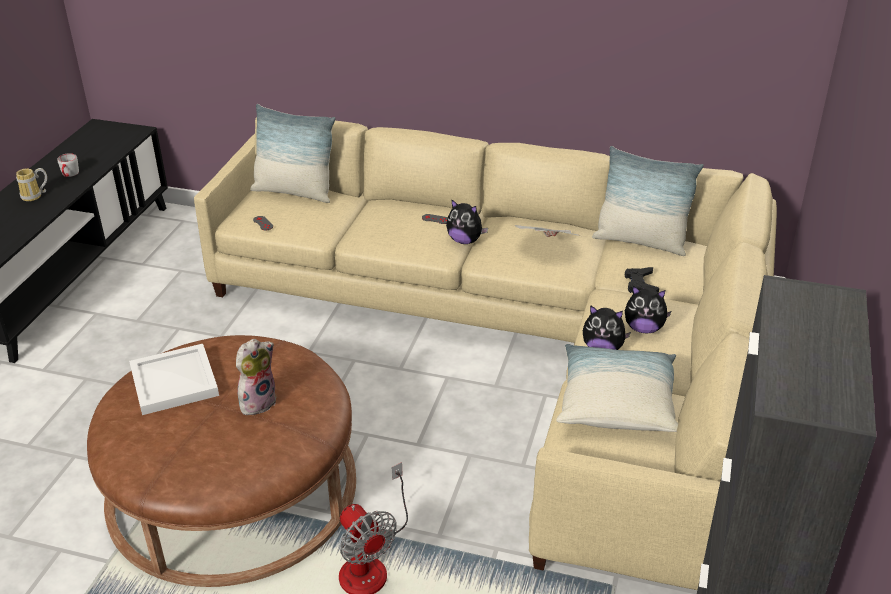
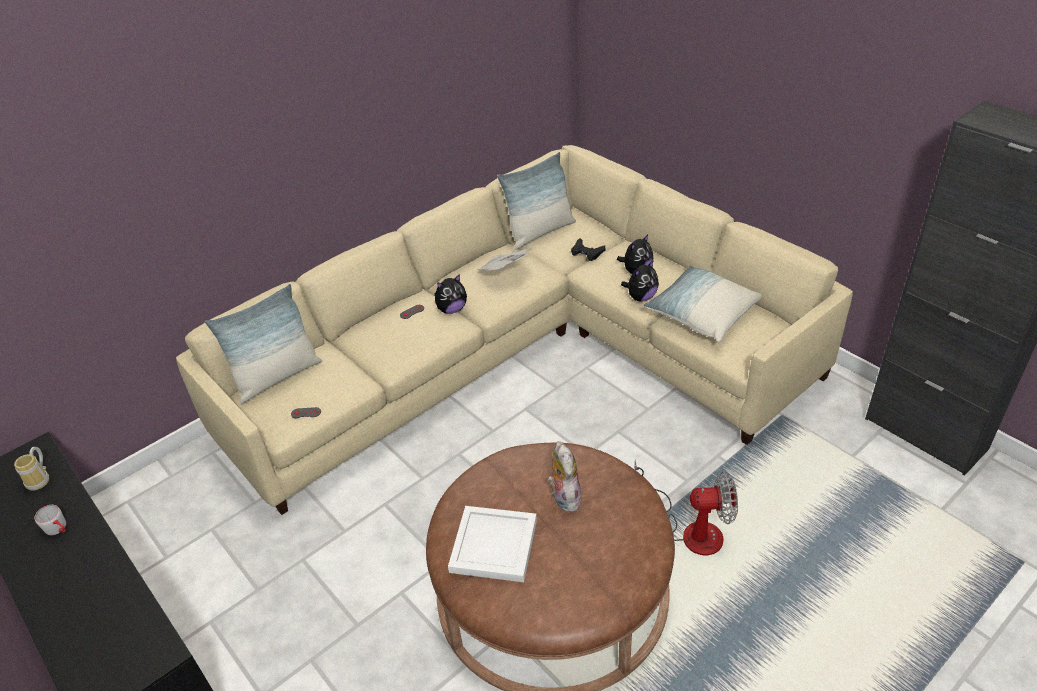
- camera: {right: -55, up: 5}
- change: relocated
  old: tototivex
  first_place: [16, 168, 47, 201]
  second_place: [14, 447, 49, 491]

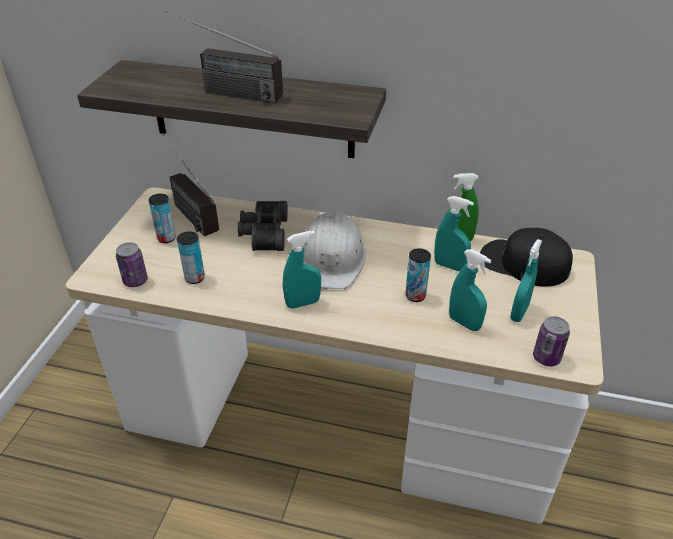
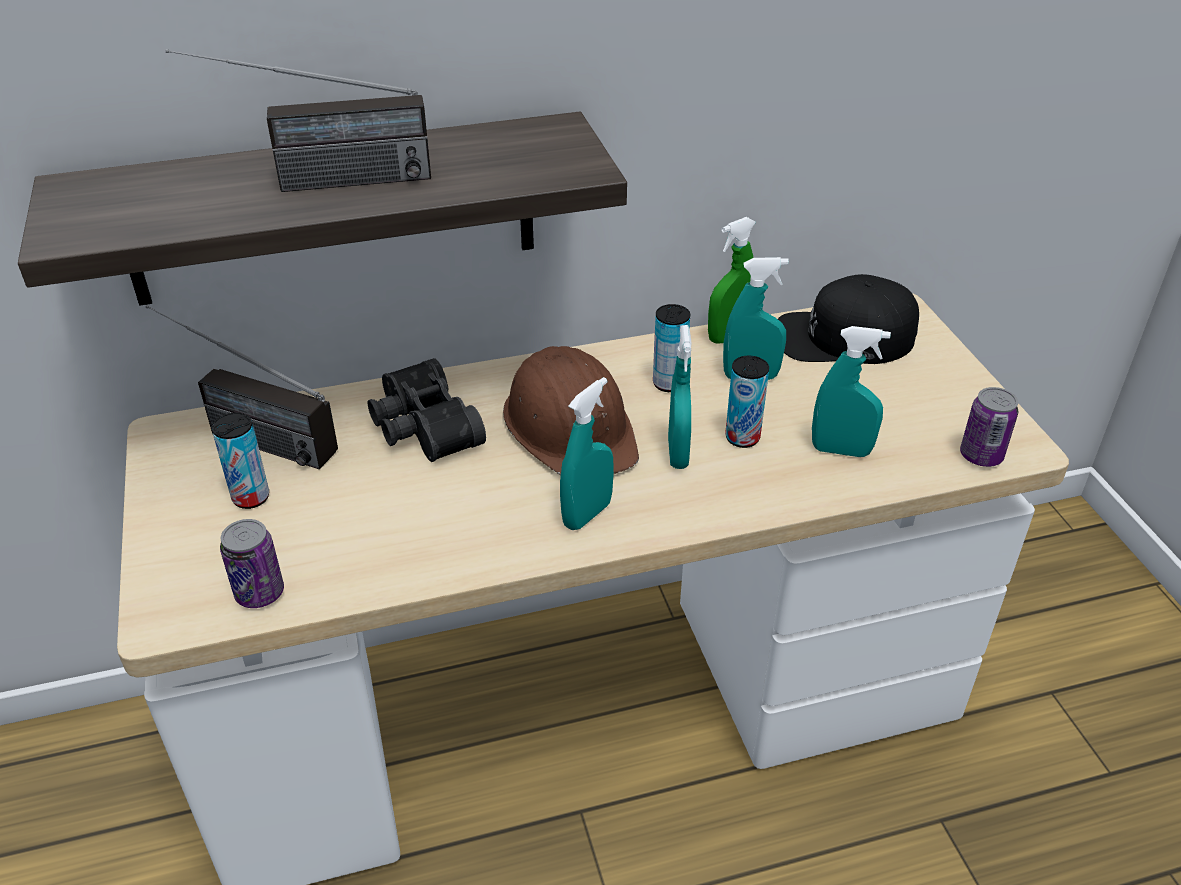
- camera: {right: -30, up: 0}
- change: colour
  old: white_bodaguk
  new: brown_bodaguk
  first_place: [302, 212, 366, 289]
  second_place: [503, 346, 639, 475]
- change: relocated
  old: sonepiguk
  first_place: [177, 231, 205, 284]
  second_place: [653, 304, 690, 392]
- change: relocated
  old: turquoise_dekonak
  first_place: [510, 239, 542, 322]
  second_place: [668, 325, 692, 469]

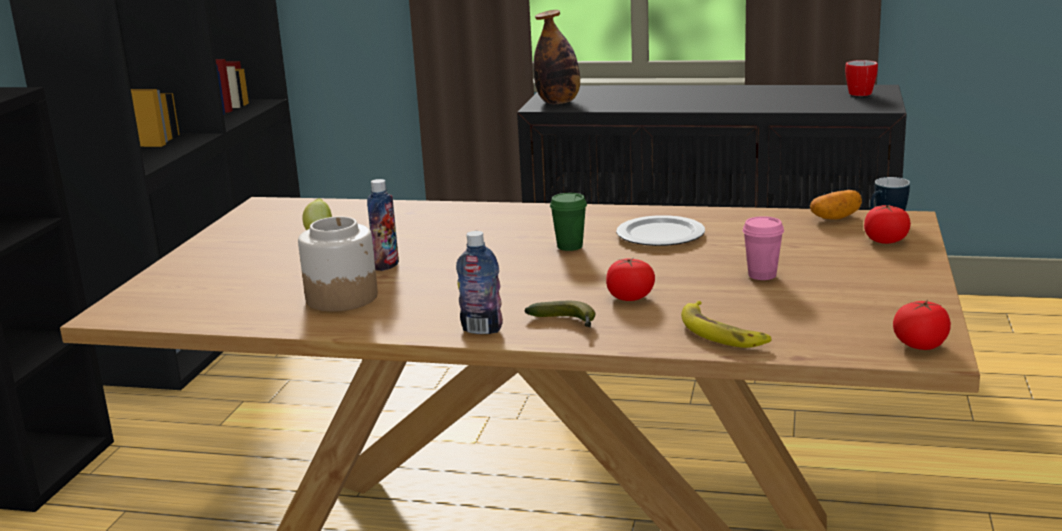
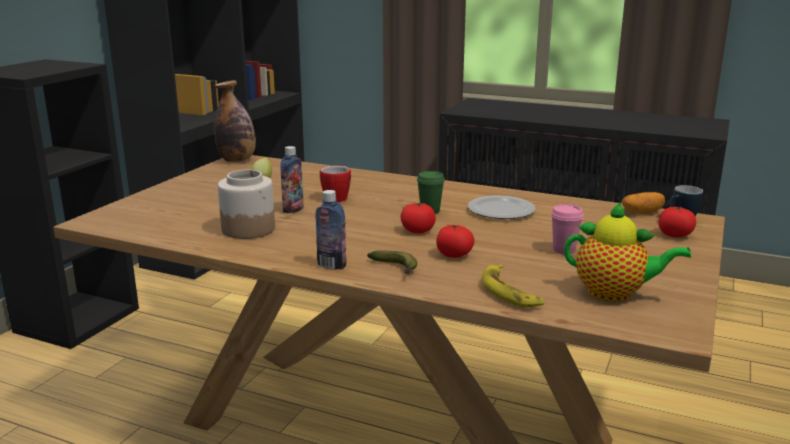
- camera: {right: 10, up: 0}
- change: relocated
  old: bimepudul
  first_place: [533, 10, 580, 104]
  second_place: [214, 80, 256, 162]
- change: relocated
  old: tototivex
  first_place: [845, 60, 878, 96]
  second_place: [320, 165, 351, 202]
- change: relocated
  old: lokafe
  first_place: [893, 300, 951, 350]
  second_place: [400, 203, 436, 233]
- change: appeared
  new: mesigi
  second_place: [564, 202, 691, 302]

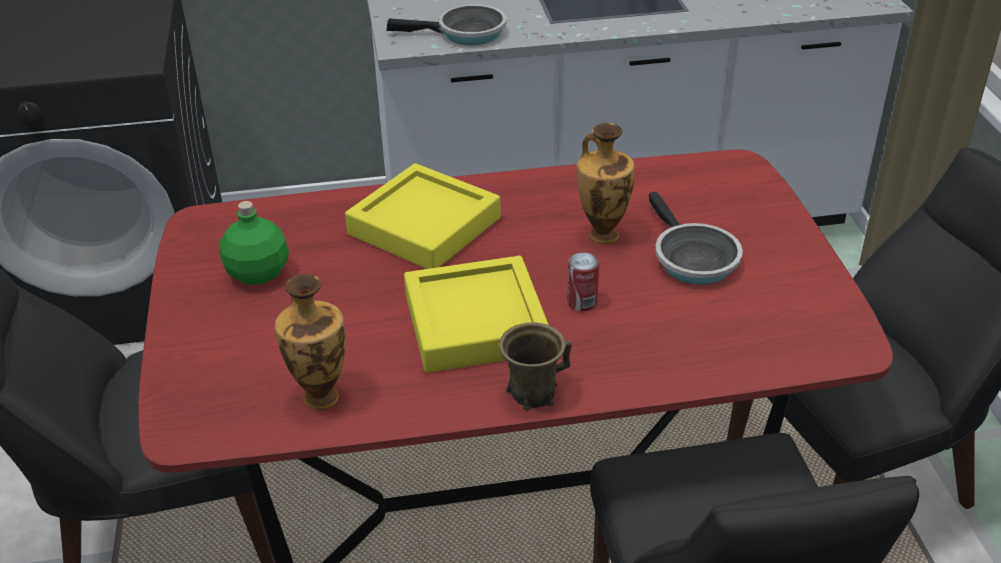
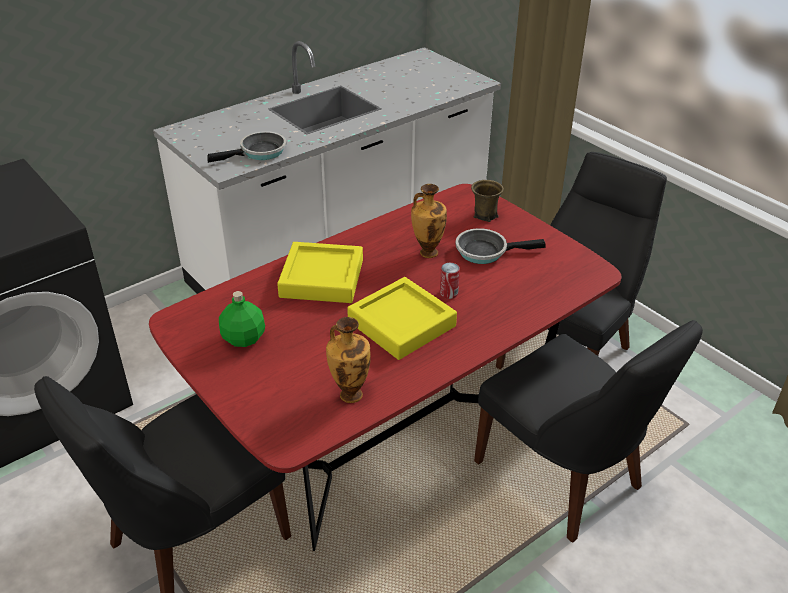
- camera: {right: -30, up: 0}
- change: spun
  old: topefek
  first_place: [649, 192, 743, 285]
  second_place: [455, 228, 545, 264]
  degrees: 135
- change: relocated
  old: brown_tototivex
  first_place: [499, 322, 572, 411]
  second_place: [471, 180, 504, 222]

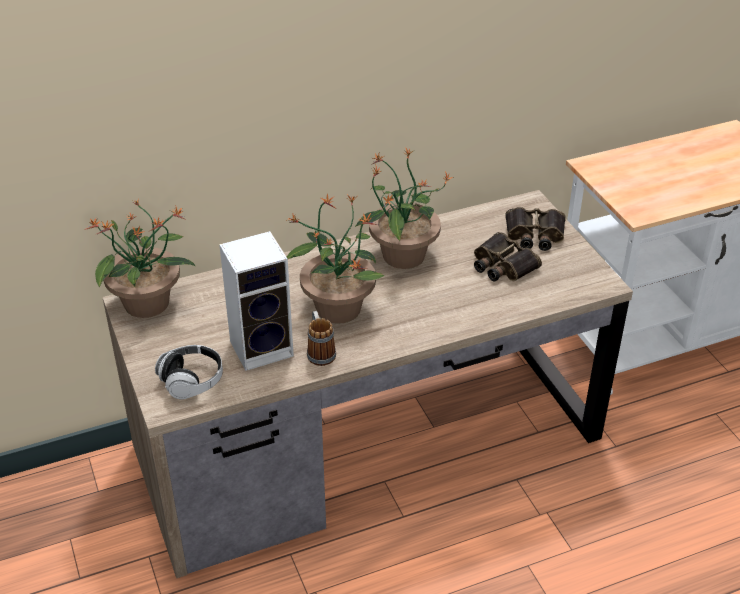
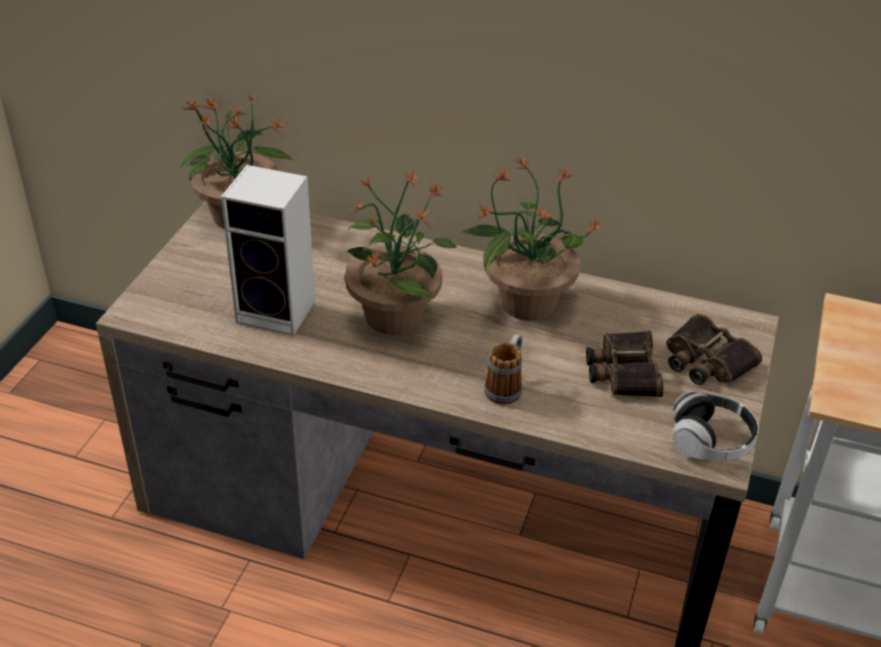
- camera: {right: 40, up: 0}
- change: relocated
  old: tototivex
  first_place: [307, 311, 336, 366]
  second_place: [484, 334, 522, 404]
- change: relocated
  old: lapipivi
  first_place: [155, 345, 223, 399]
  second_place: [672, 391, 759, 461]

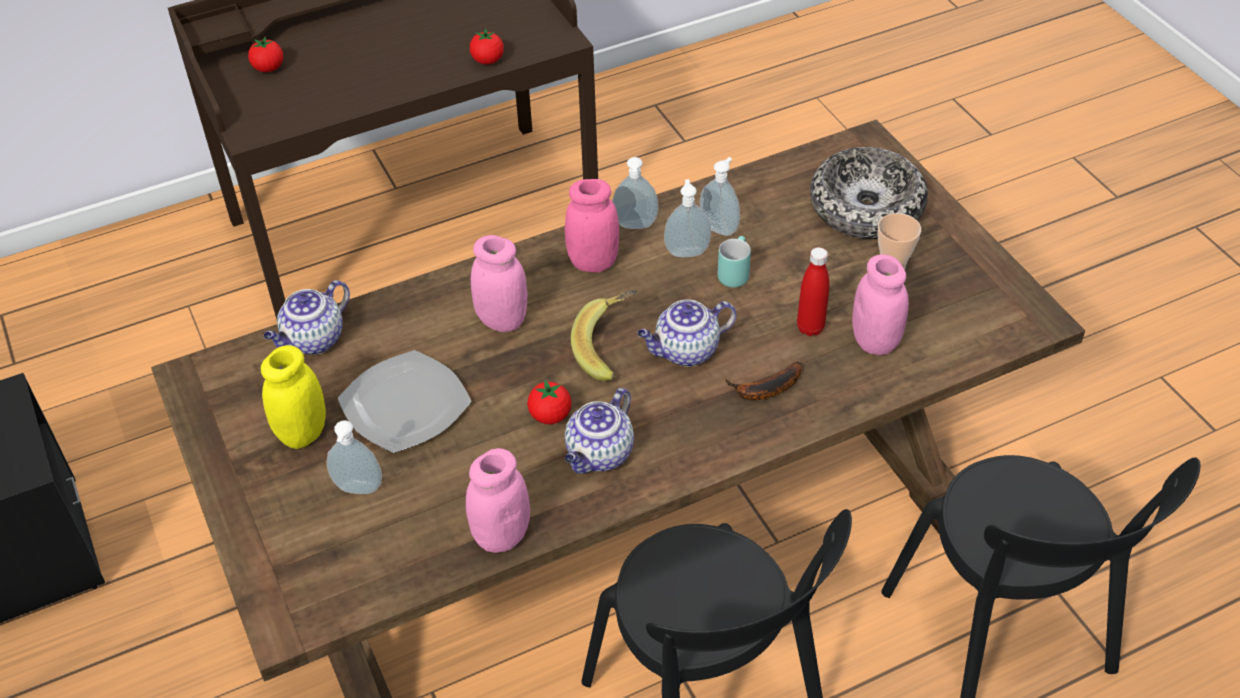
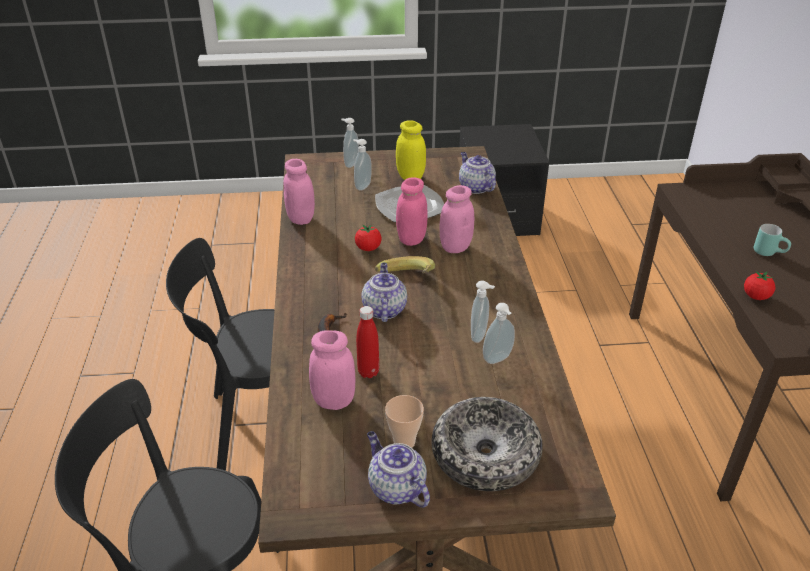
- camera: {right: 110, up: -10}
- change: missing
  old: lokafe
  first_place: [248, 36, 283, 72]
- change: relocated
  old: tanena
  first_place: [613, 157, 659, 229]
  second_place: [341, 118, 359, 168]
- change: relocated
  old: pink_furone
  first_place: [565, 179, 619, 272]
  second_place: [396, 177, 427, 246]
- change: relocated
  old: turquoise_tototivex
  first_place: [718, 236, 751, 288]
  second_place: [754, 224, 791, 256]
- change: relocated
  old: mesigi
  first_place: [565, 388, 634, 474]
  second_place: [367, 431, 430, 508]

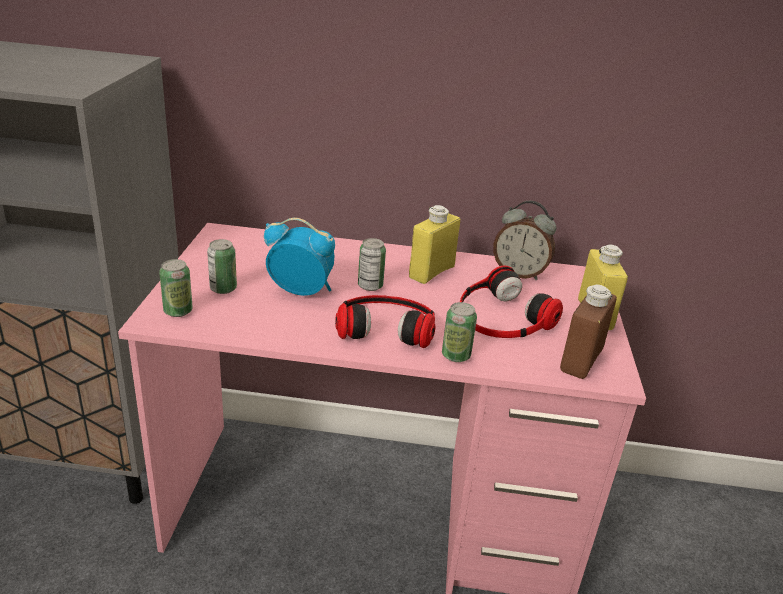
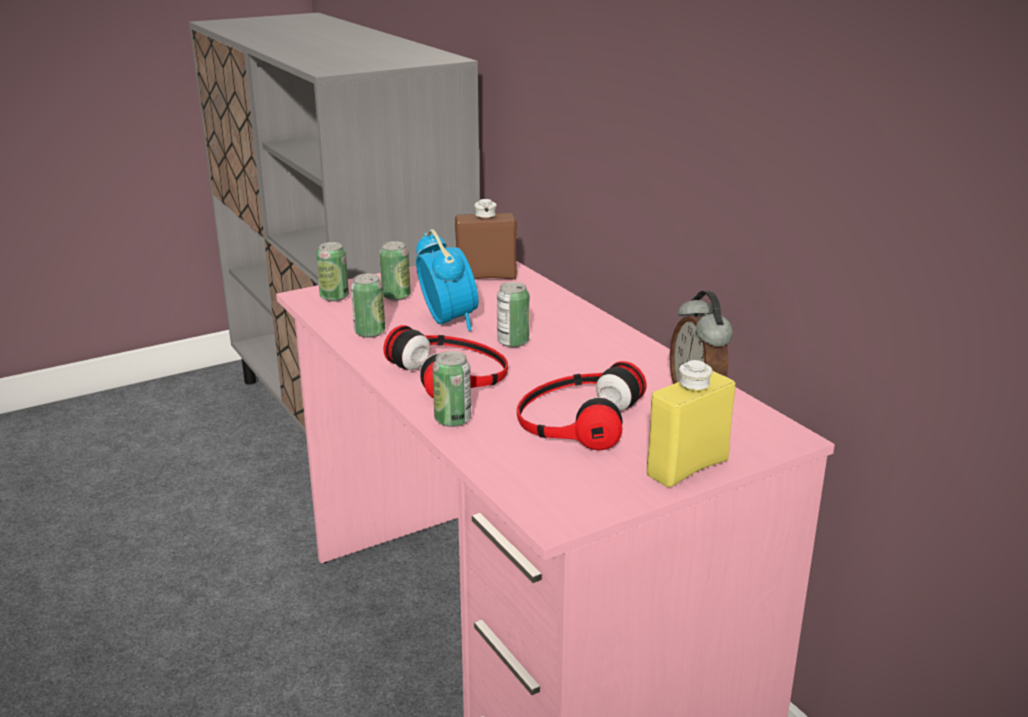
- camera: {right: 55, up: -5}
- change: missing
  old: yellow_bimepudul
  first_place: [409, 205, 460, 284]
- change: relocated
  old: brown_bimepudul
  first_place: [560, 285, 617, 379]
  second_place: [455, 199, 517, 279]
- change: appeared
  new: sonepiguk
  second_place: [351, 274, 385, 338]

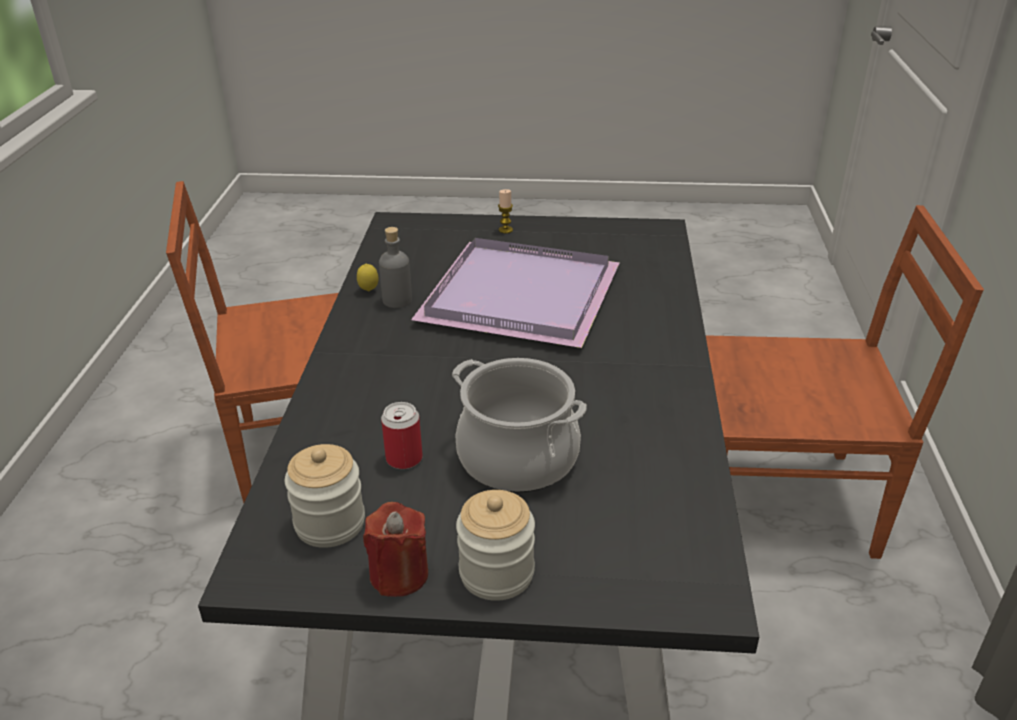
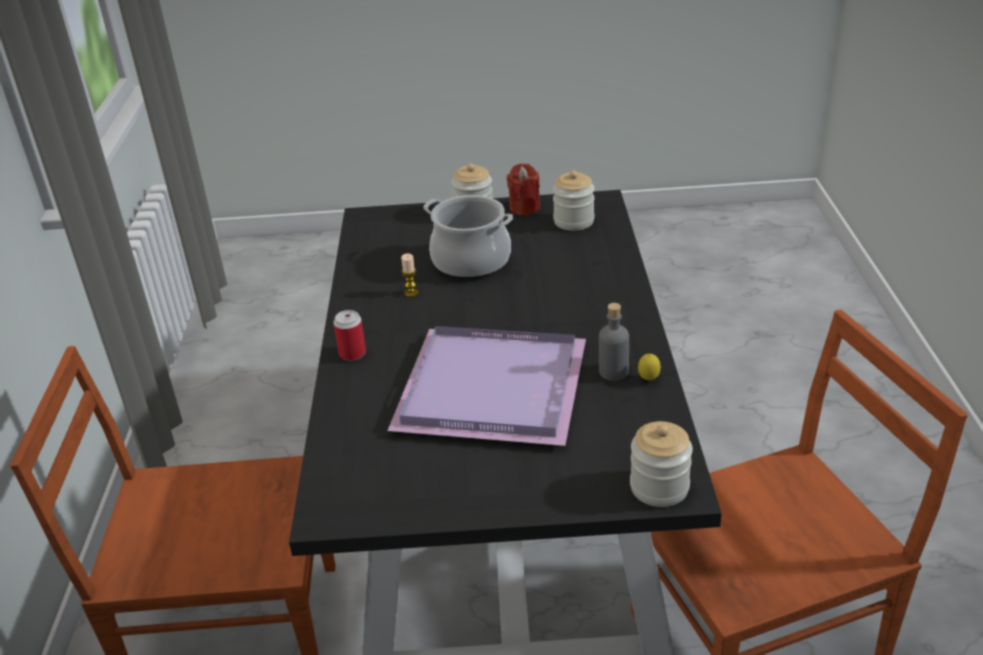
- camera: {right: 175, up: 0}
- change: relocated
  old: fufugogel
  first_place: [498, 189, 513, 234]
  second_place: [401, 253, 419, 297]
- change: relocated
  old: sonepiguk
  first_place: [381, 402, 423, 469]
  second_place: [333, 310, 366, 361]
- change: appeared
  new: furone
  second_place: [630, 421, 693, 507]

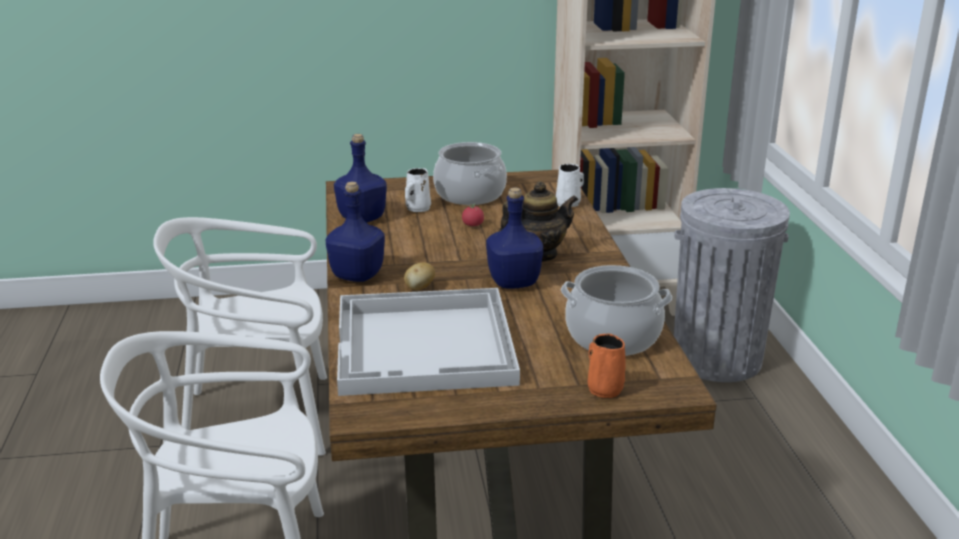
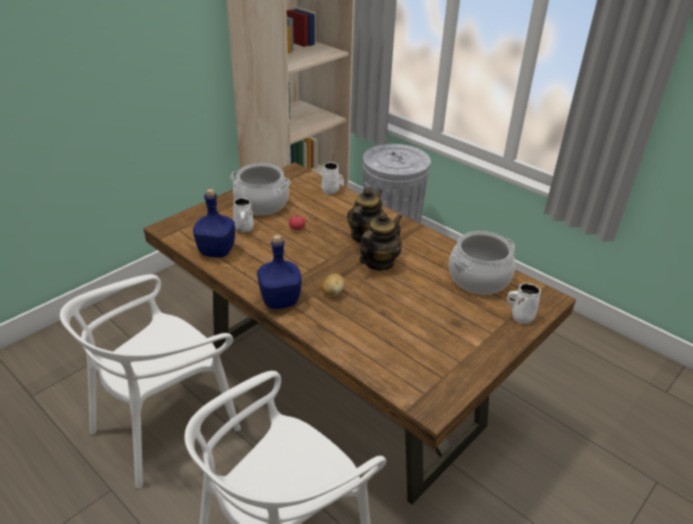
- camera: {right: -40, up: 10}
- change: exchanged
  old: blue_bimepudul
  new: mesigi
  first_place: [486, 187, 543, 289]
  second_place: [359, 212, 402, 271]
- change: missing
  old: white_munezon
  first_place: [337, 288, 520, 396]
- change: colour
  old: orange_tototivex
  new: white_tototivex
  first_place: [588, 334, 626, 398]
  second_place: [507, 283, 541, 324]

